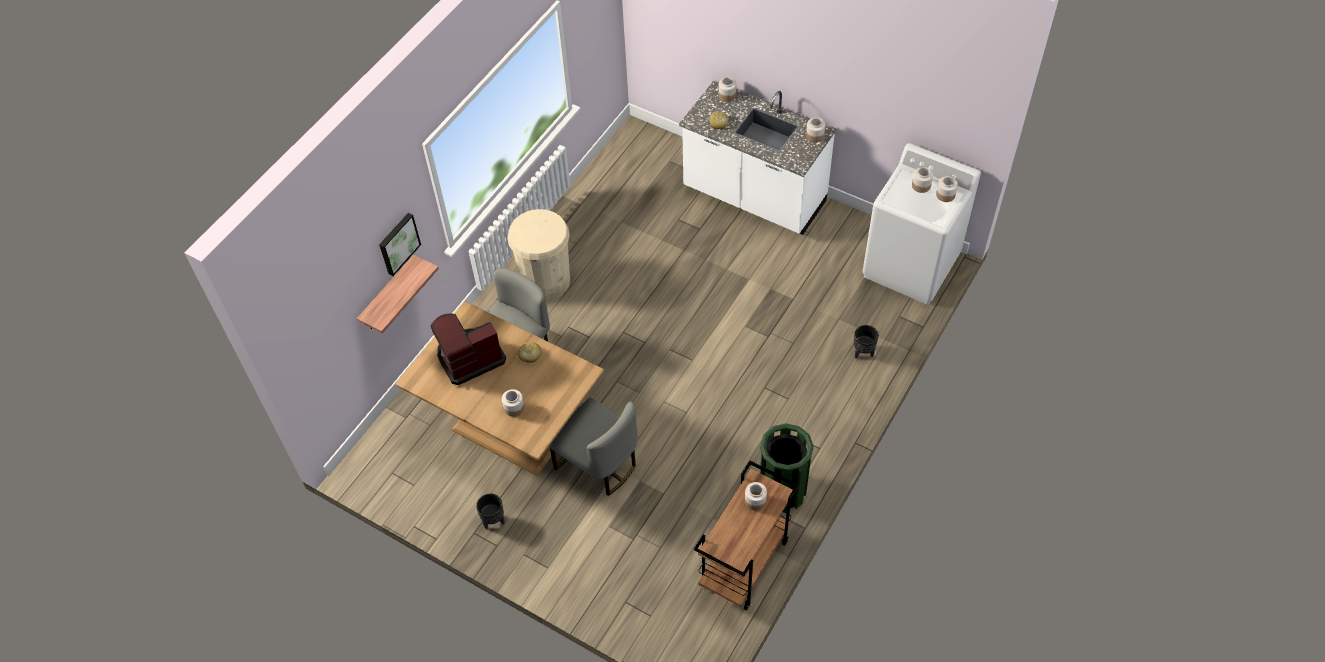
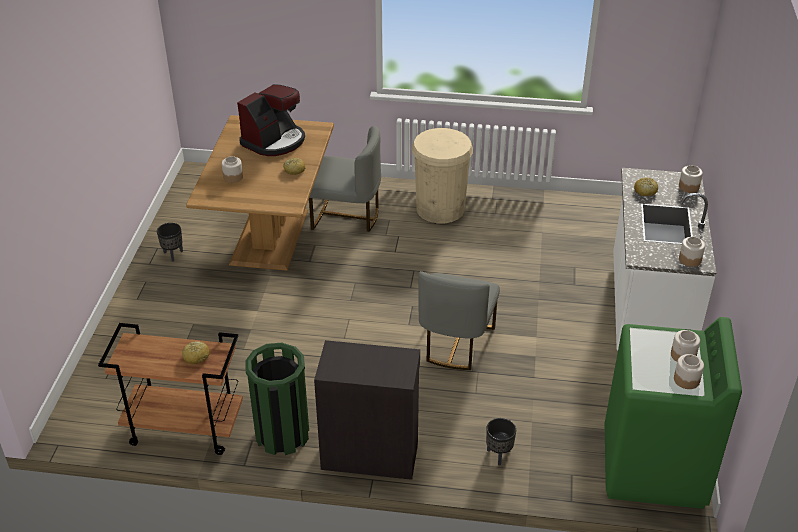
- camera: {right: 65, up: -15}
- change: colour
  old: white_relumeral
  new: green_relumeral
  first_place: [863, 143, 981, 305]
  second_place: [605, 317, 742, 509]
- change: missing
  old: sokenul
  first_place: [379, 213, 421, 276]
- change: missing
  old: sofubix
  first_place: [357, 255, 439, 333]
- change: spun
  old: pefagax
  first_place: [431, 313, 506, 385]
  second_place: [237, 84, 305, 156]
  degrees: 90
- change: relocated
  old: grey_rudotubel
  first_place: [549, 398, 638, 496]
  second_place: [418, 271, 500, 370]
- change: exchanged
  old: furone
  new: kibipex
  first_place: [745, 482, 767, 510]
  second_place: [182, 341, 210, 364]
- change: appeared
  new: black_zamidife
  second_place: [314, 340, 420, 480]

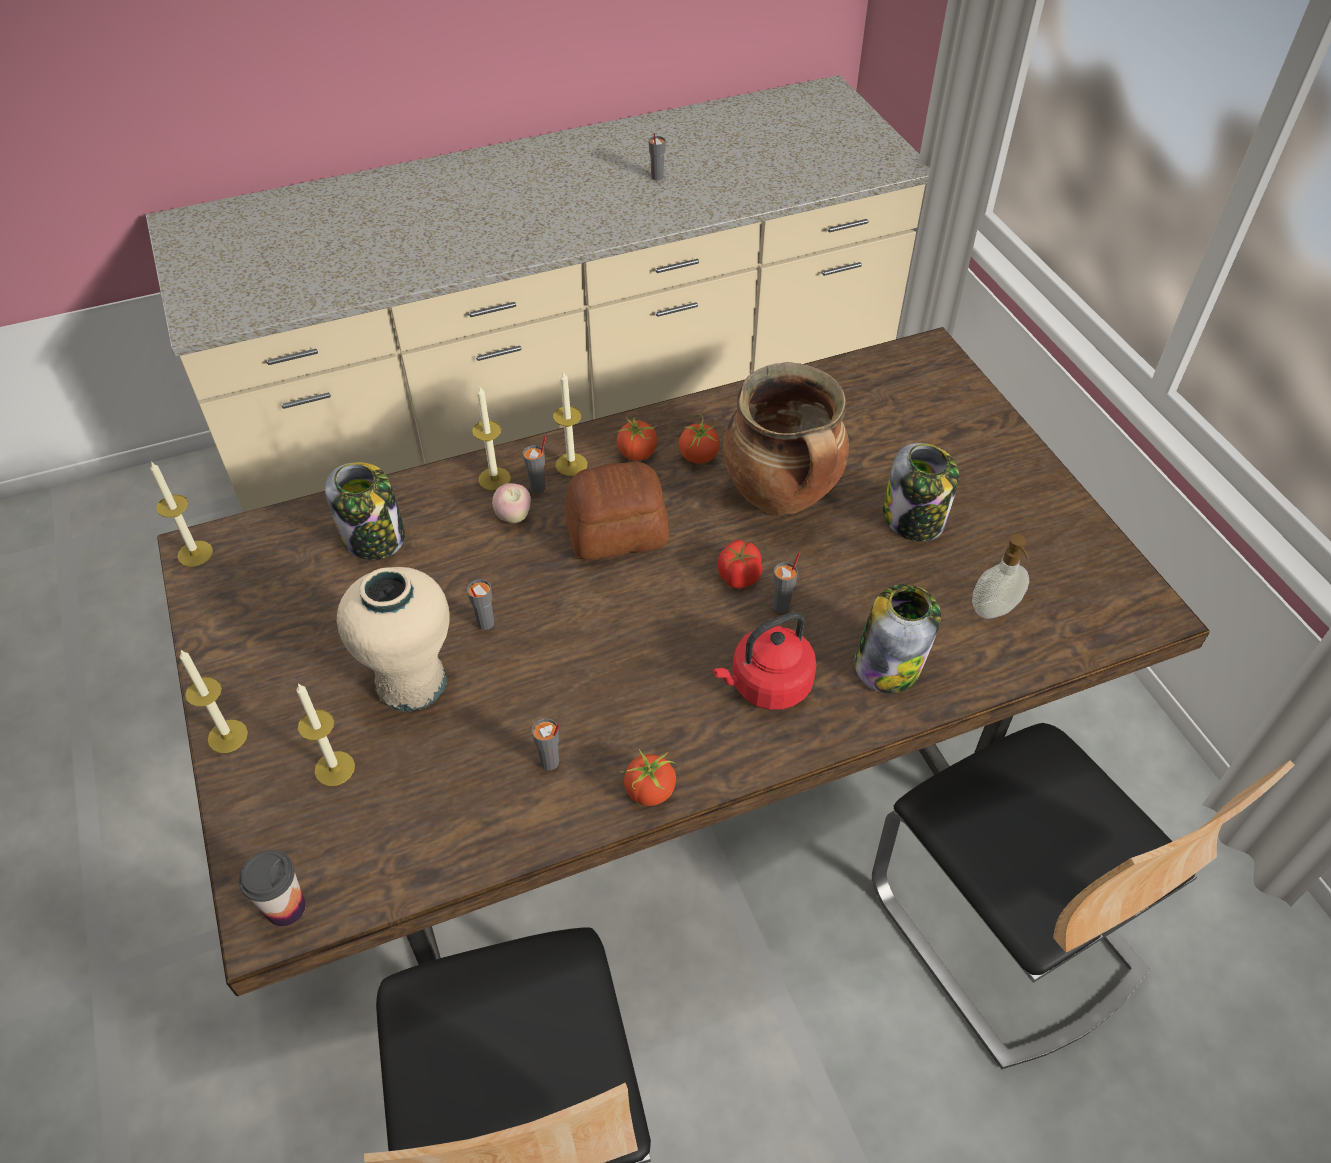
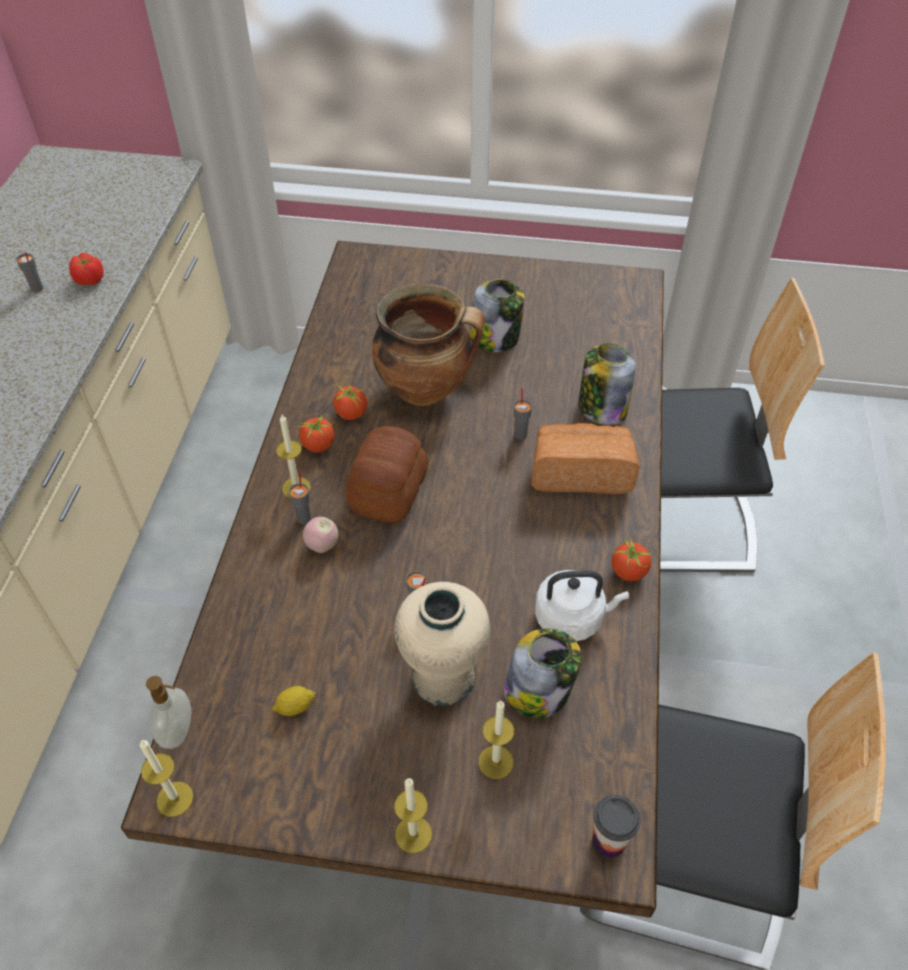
- camera: {right: -60, up: 0}
- change: missing
  old: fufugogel
  first_place: [472, 386, 511, 491]
- change: relocated
  old: furone
  first_place: [325, 462, 405, 560]
  second_place: [504, 628, 582, 718]
- change: relocated
  old: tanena
  first_place: [972, 534, 1029, 619]
  second_place: [146, 676, 191, 749]
- change: relocated
  old: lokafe
  first_place: [717, 540, 762, 589]
  second_place: [69, 253, 104, 285]
- change: exchanged
  old: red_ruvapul
  new: kibipex
  first_place: [713, 612, 816, 710]
  second_place: [531, 423, 640, 494]
- change: exchanged
  old: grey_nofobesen
  new: white_ruvapul
  first_place: [532, 718, 560, 770]
  second_place: [535, 570, 629, 641]
- change: appeared
  new: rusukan
  second_place: [272, 686, 316, 716]

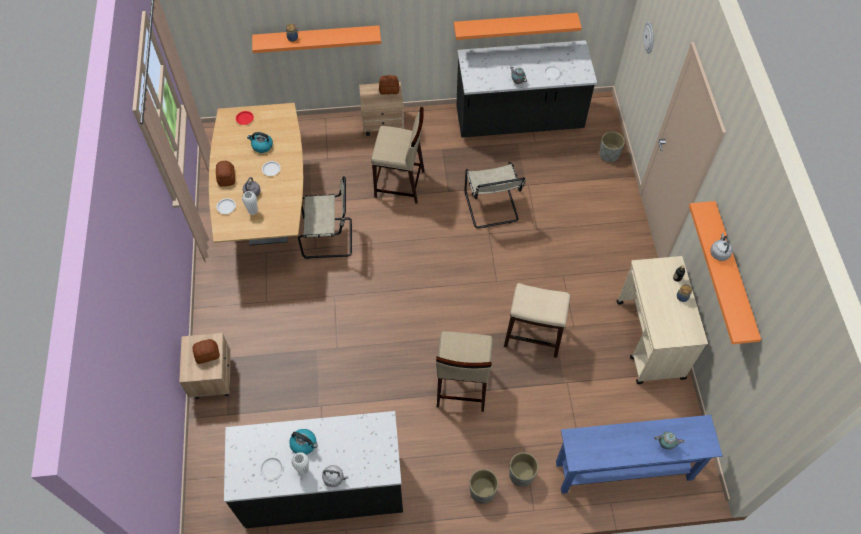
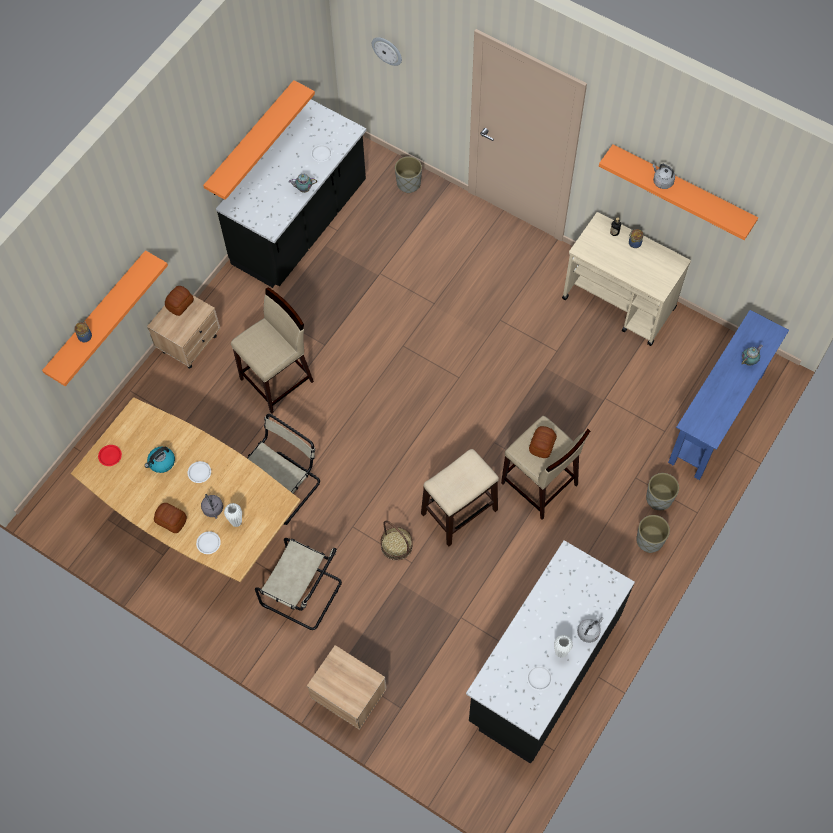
- camera: {right: -50, up: 5}
- change: relocated
  old: beige_rudotubel
  first_place: [464, 162, 526, 228]
  second_place: [255, 538, 342, 630]
- change: relocated
  old: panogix
  first_place: [504, 283, 570, 358]
  second_place: [421, 449, 499, 546]
- change: relocated
  old: kibipex
  first_place: [193, 339, 220, 364]
  second_place: [529, 426, 557, 458]
- change: missing
  old: ruvapul
  first_place: [289, 429, 317, 455]
- change: appeared
  new: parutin
  second_place: [380, 521, 413, 561]

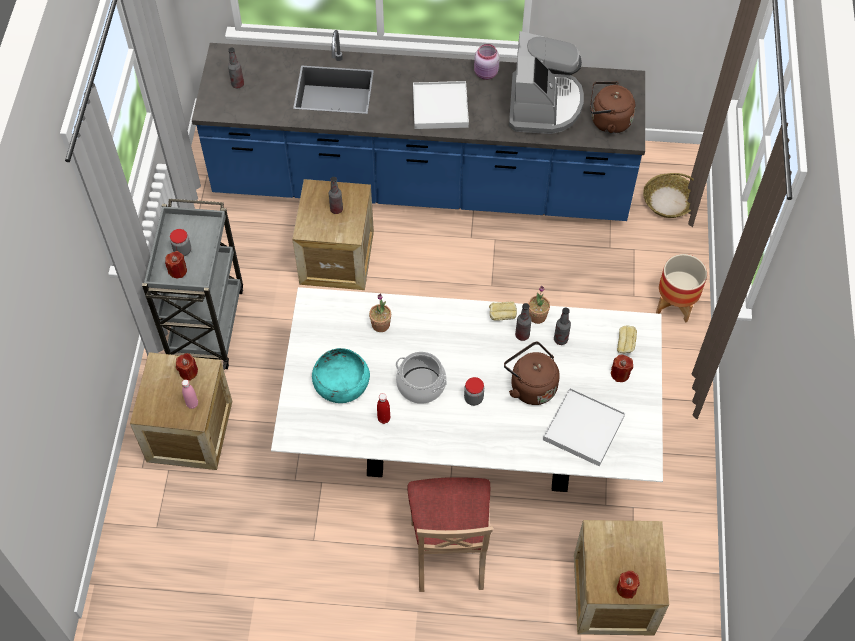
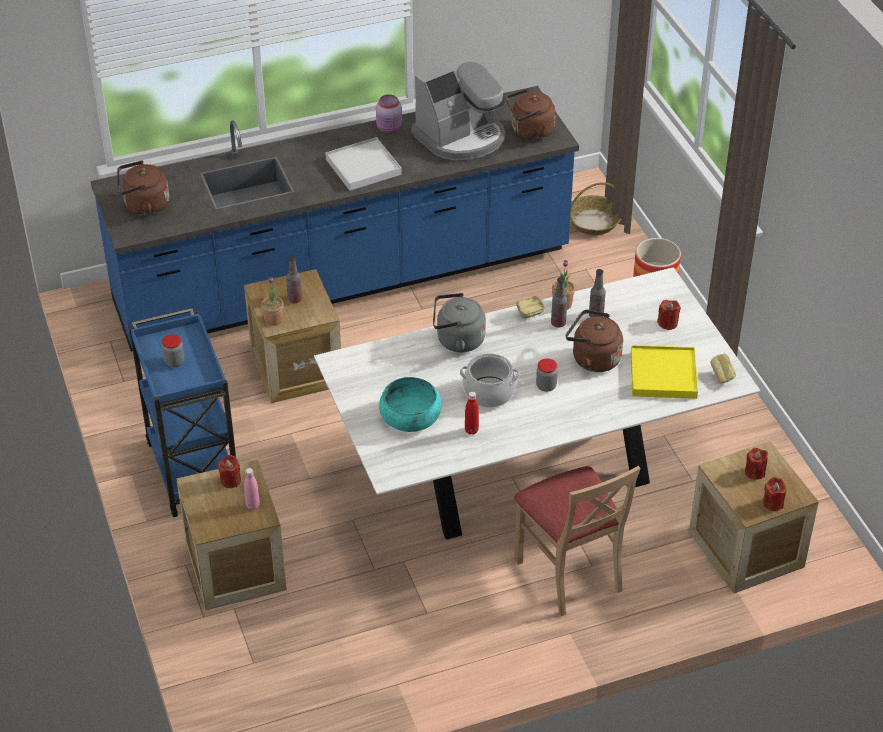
- camera: {right: -25, up: -15}
- change: spun
  old: pefagax
  first_place: [509, 31, 584, 134]
  second_place: [411, 53, 506, 161]
  degrees: 75
- change: exchanged
  old: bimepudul
  new: brown_ruvapul
  first_place: [228, 47, 244, 88]
  second_place: [117, 160, 169, 216]
- change: colour
  old: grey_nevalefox
  new: blue_nevalefox
  first_place: [142, 199, 243, 370]
  second_place: [129, 308, 236, 517]
- change: relocated
  old: red_fufugogel
  first_place: [165, 251, 187, 278]
  second_place: [745, 448, 768, 480]
- change: relocated
  old: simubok
  first_place: [369, 294, 391, 332]
  second_place: [261, 277, 284, 326]
- change: relocated
  old: kibipex
  first_place: [617, 325, 637, 353]
  second_place: [710, 354, 736, 383]
- change: colour
  old: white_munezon
  new: yellow_munezon
  first_place: [543, 388, 625, 466]
  second_place: [631, 345, 698, 399]
- change: appeared
  new: grey_ruvapul
  second_place: [433, 293, 486, 352]

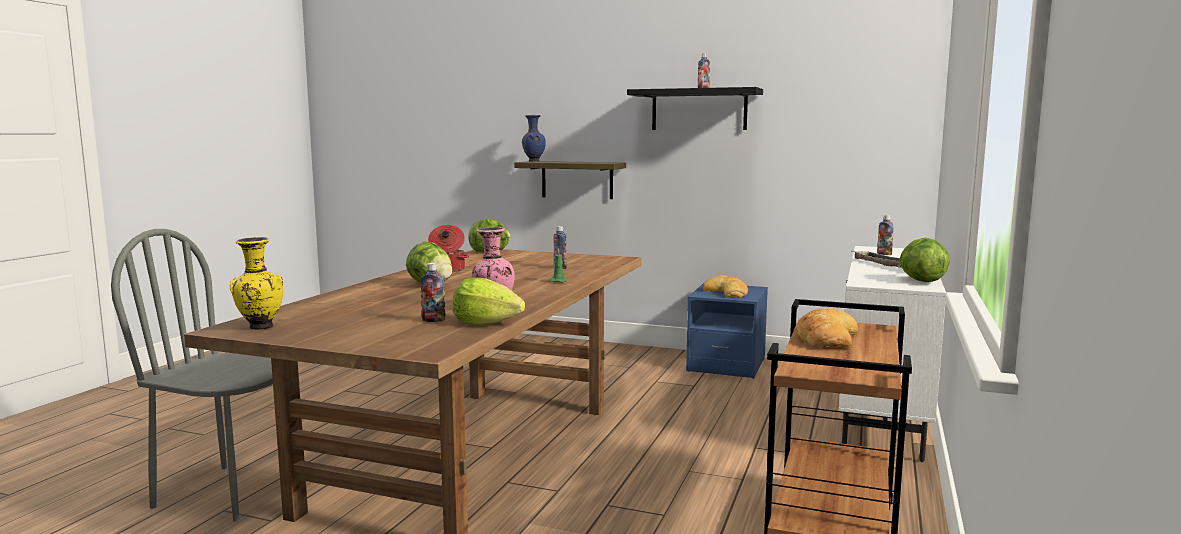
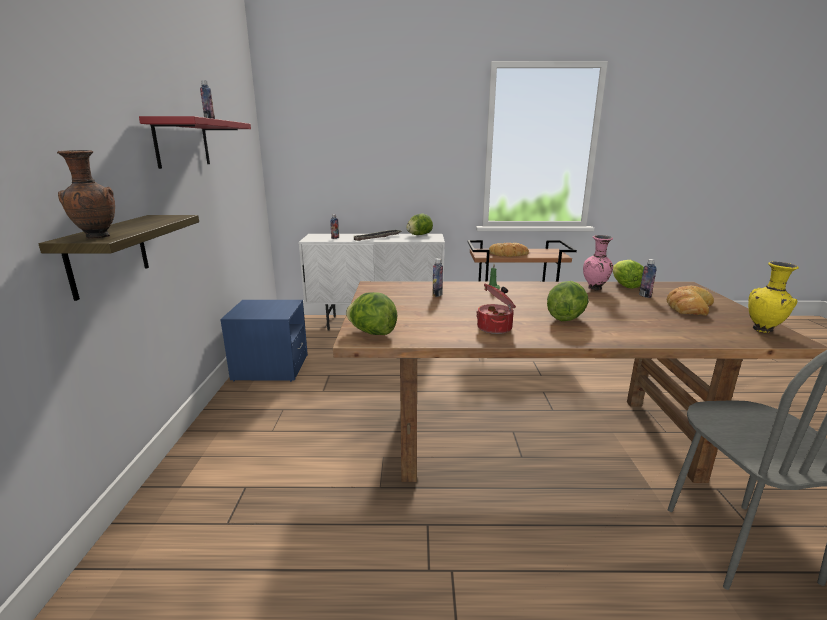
- camera: {right: -110, up: 10}
- change: colour
  old: black_sofubix
  new: red_sofubix
  first_place: [627, 87, 763, 130]
  second_place: [139, 116, 251, 169]
- change: colour
  old: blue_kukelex
  new: brown_kukelex
  first_place: [522, 115, 546, 162]
  second_place: [57, 150, 115, 239]
- change: relocated
  old: kibipex
  first_place: [703, 275, 748, 298]
  second_place: [667, 285, 714, 316]

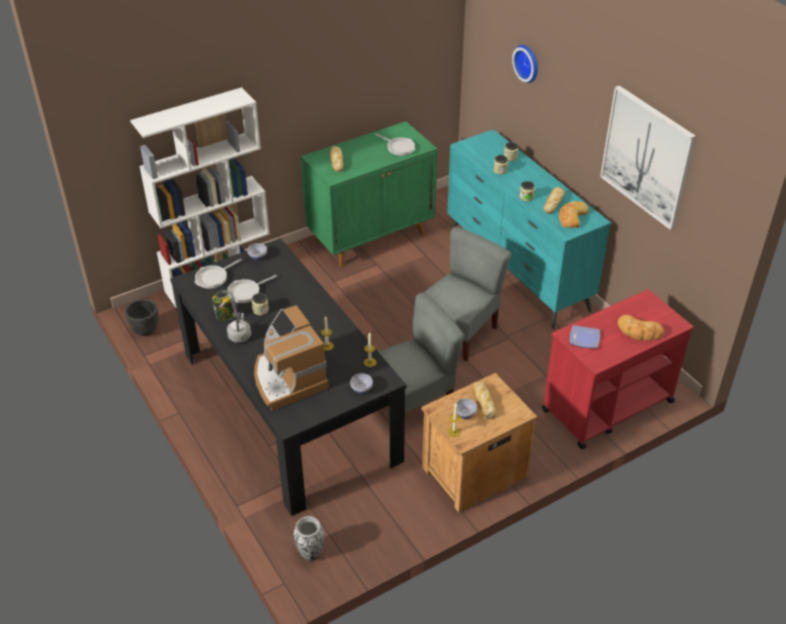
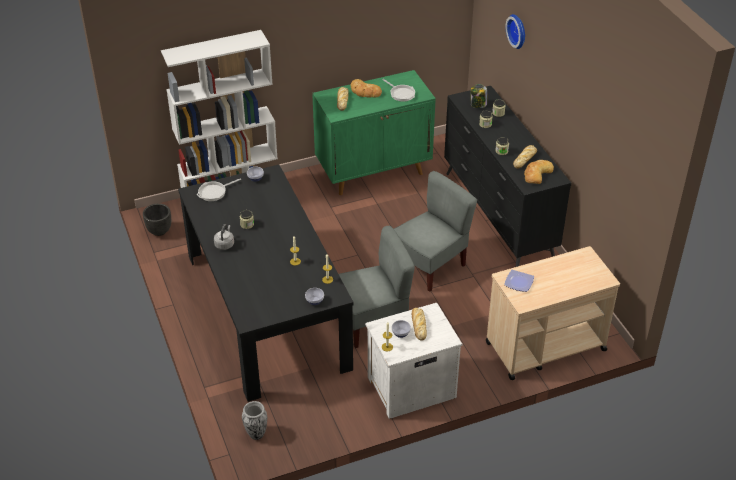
- camera: {right: 10, up: 0}
- change: missing
  old: sokenul
  first_place: [600, 86, 696, 230]
- change: colour
  old: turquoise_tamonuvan
  new: black_tamonuvan
  first_place: [447, 129, 611, 329]
  second_place: [444, 86, 571, 267]
- change: missing
  old: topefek
  first_place: [227, 275, 277, 303]
- change: colour
  old: red_nevalefox
  new: beige_nevalefox
  first_place: [542, 289, 693, 449]
  second_place: [486, 246, 620, 380]
- change: relocated
  old: furone
  first_place: [212, 290, 237, 321]
  second_place: [471, 84, 487, 108]
- change: missing
  old: pefagax
  first_place: [254, 305, 329, 411]
- change: relocated
  old: kibipex
  first_place: [618, 315, 664, 340]
  second_place: [351, 79, 382, 98]
- change: colour
  old: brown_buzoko
  new: white_buzoko
  first_place: [421, 373, 538, 513]
  second_place: [365, 303, 462, 419]

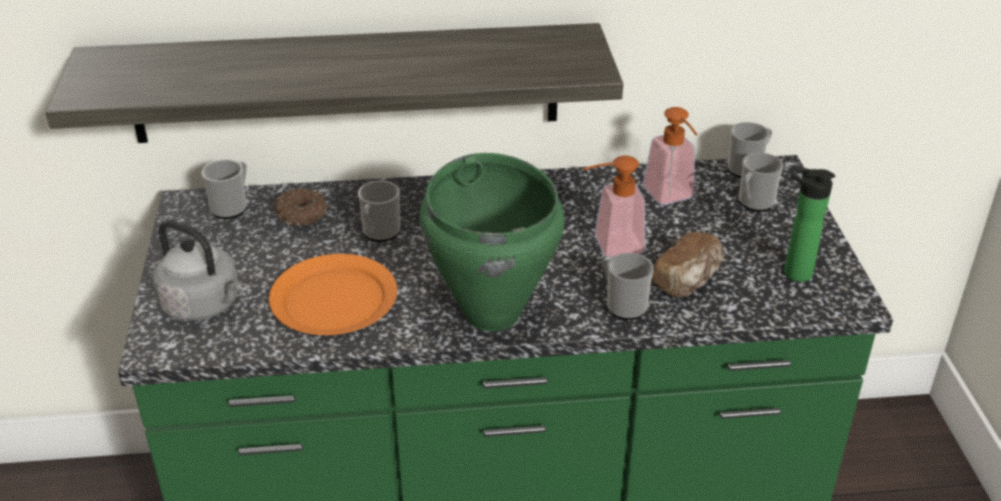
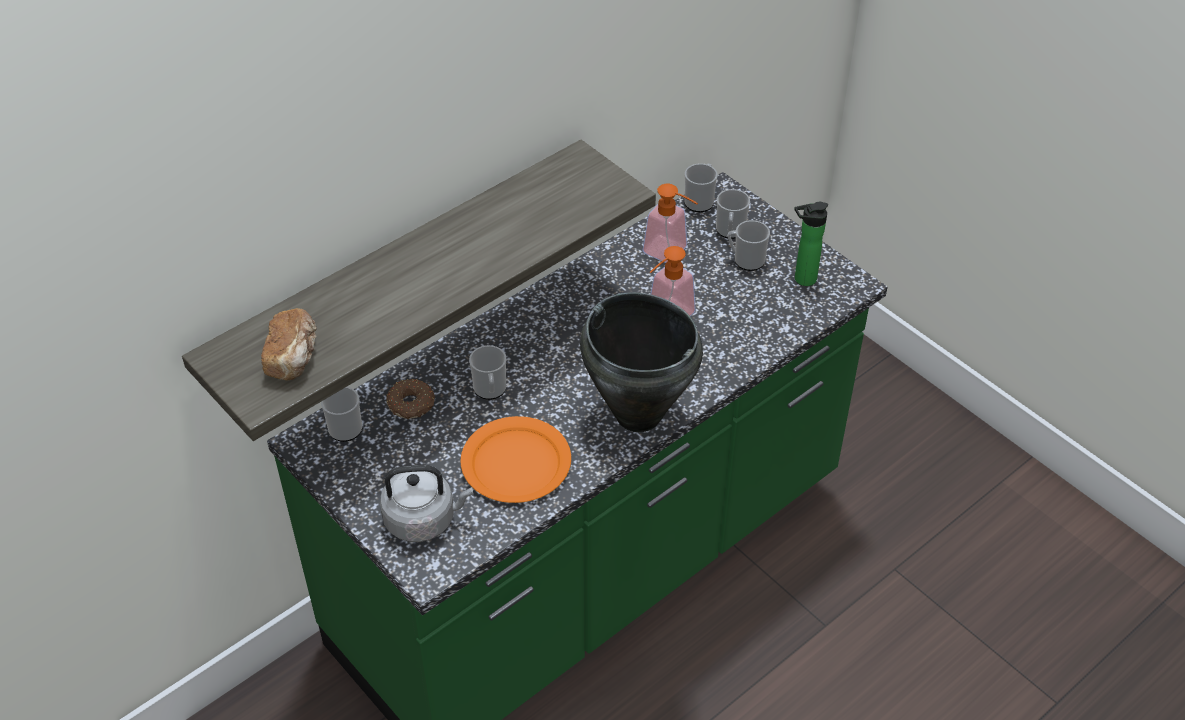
- camera: {right: -35, up: 10}
- change: colour
  old: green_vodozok
  new: black_vodozok
  first_place: [420, 153, 565, 331]
  second_place: [580, 292, 703, 432]
- change: relocated
  old: kibipex
  first_place: [653, 232, 724, 297]
  second_place: [261, 308, 317, 380]
- change: relocated
  old: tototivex
  first_place: [603, 253, 654, 320]
  second_place: [727, 220, 770, 271]

